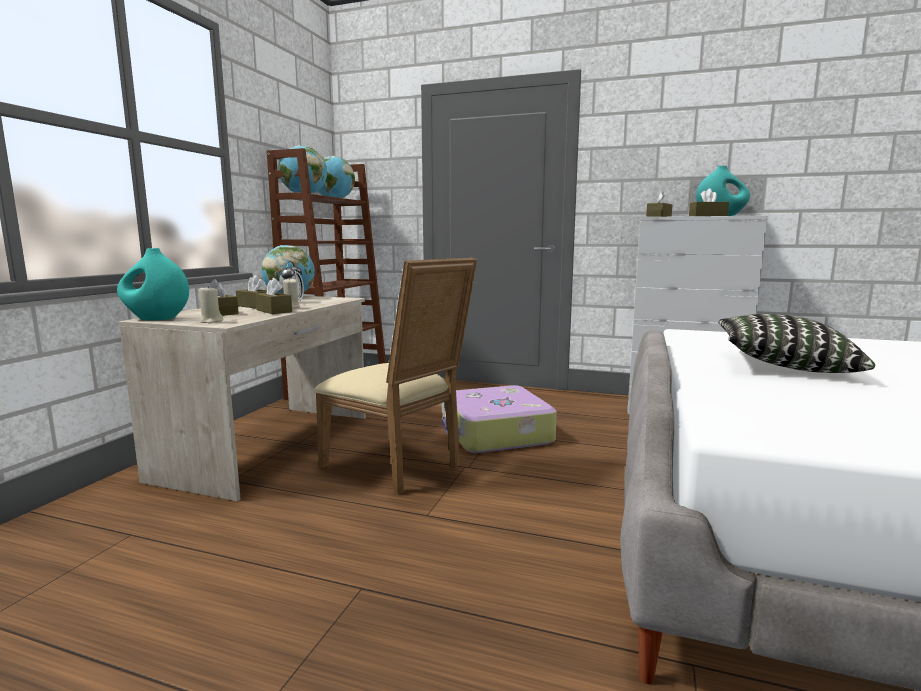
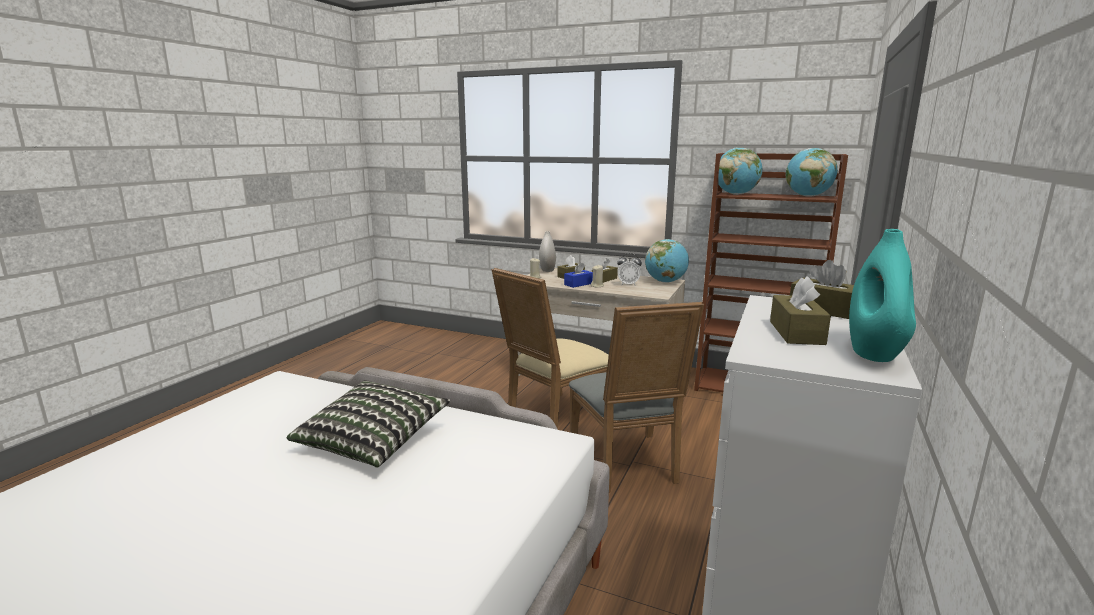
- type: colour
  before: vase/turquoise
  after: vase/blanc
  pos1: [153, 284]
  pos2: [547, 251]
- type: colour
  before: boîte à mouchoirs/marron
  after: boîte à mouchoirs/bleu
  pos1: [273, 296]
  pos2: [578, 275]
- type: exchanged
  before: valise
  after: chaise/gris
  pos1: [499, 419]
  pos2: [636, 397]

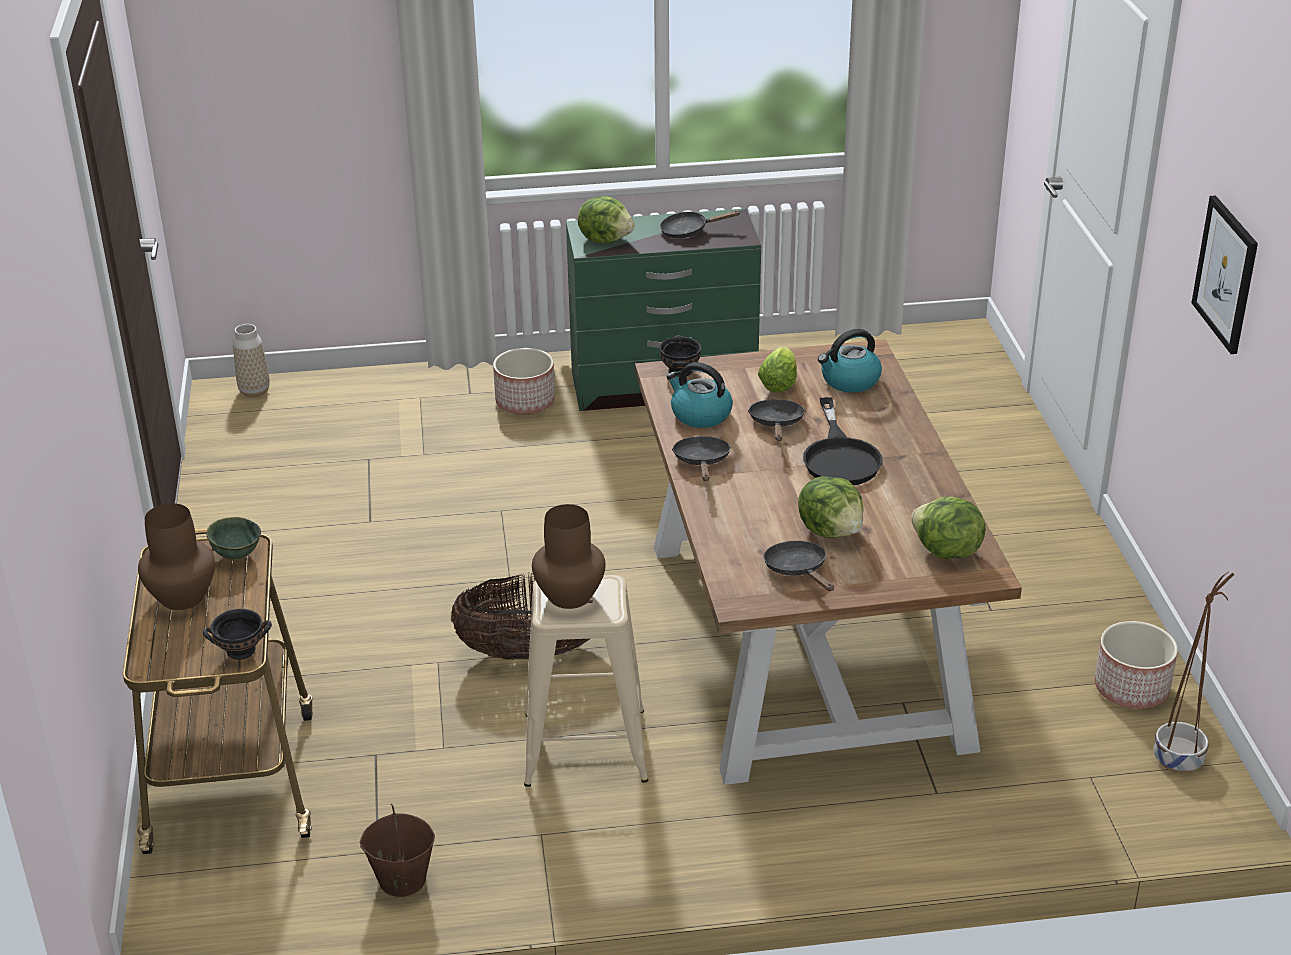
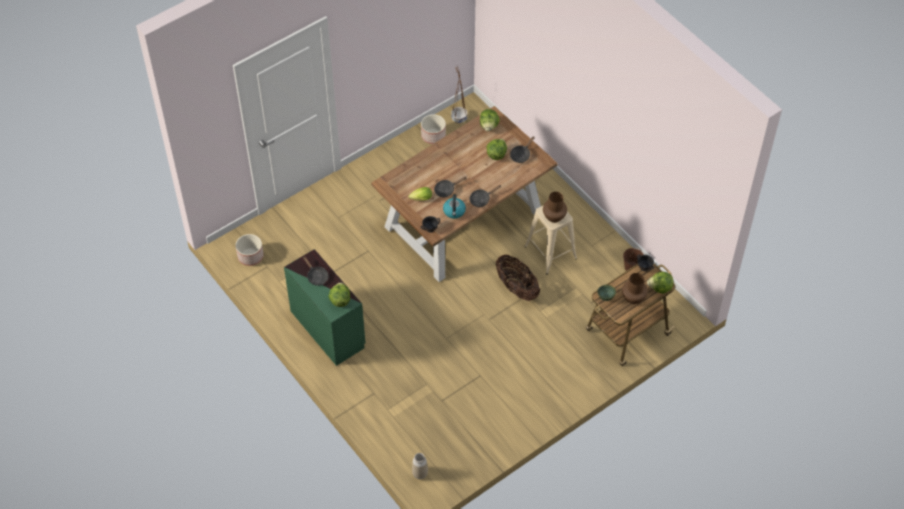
- type: relocated
  before: cache-pot
  pos1: [524, 381]
  pos2: [250, 250]
- type: missing
  before: poêle/noir
  pos1: [843, 441]
- type: missing
  before: bouilloire
  pos1: [850, 361]
- type: missing
  before: tableau
  pos1: [1224, 274]
- type: appeared
  after: laitue
  pos2: [660, 283]

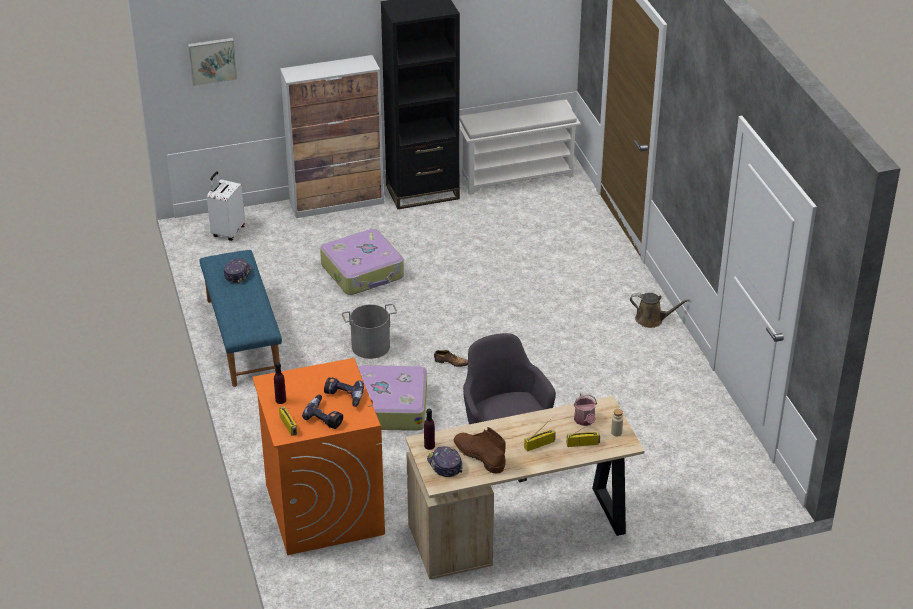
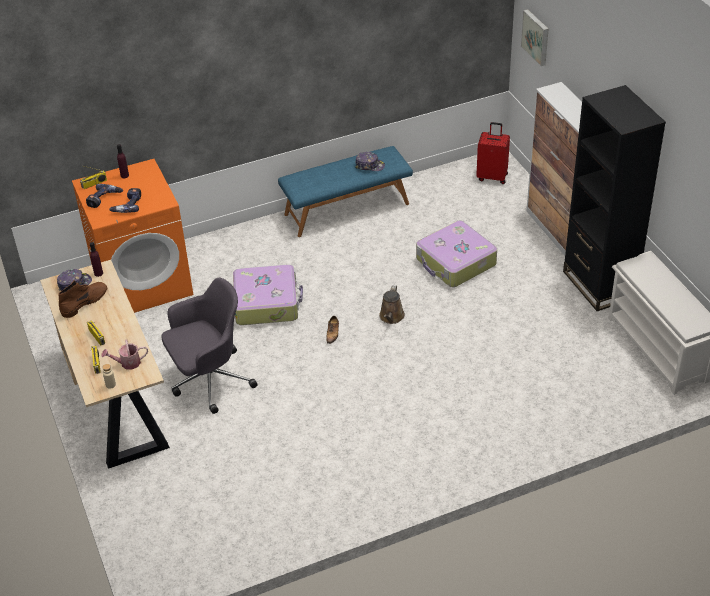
- type: colour
  before: valise/blanc
  after: valise/rouge
  pos1: [226, 206]
  pos2: [493, 153]
- type: missing
  before: seau/gris
  pos1: [369, 331]
- type: relocated
  before: arrosoir/marron
  pos1: [660, 310]
  pos2: [392, 304]

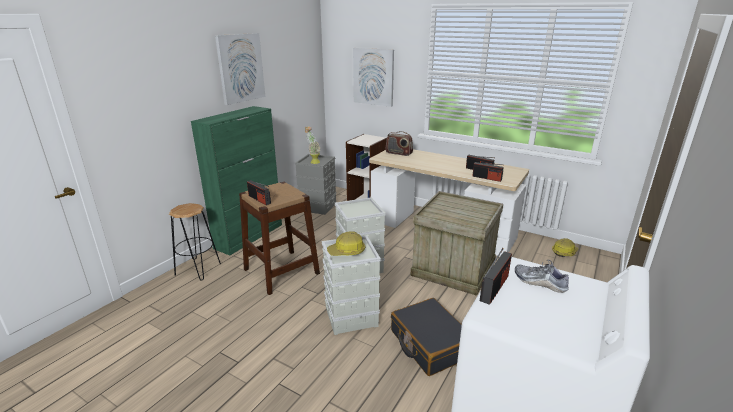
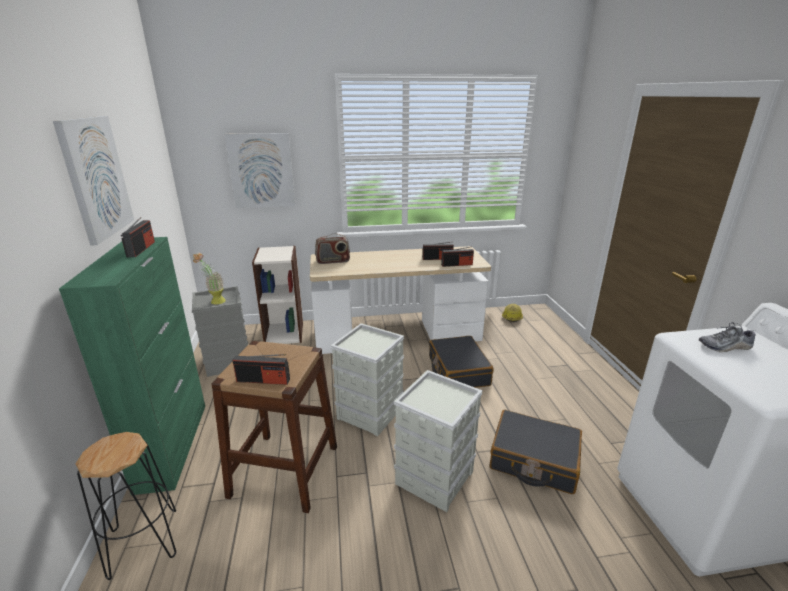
- type: missing
  before: casque de chantier
  pos1: [346, 243]
- type: exchanged
  before: caisse
  after: valise/noir
  pos1: [456, 243]
  pos2: [461, 362]
- type: relocated
  before: radio
  pos1: [496, 276]
  pos2: [138, 237]

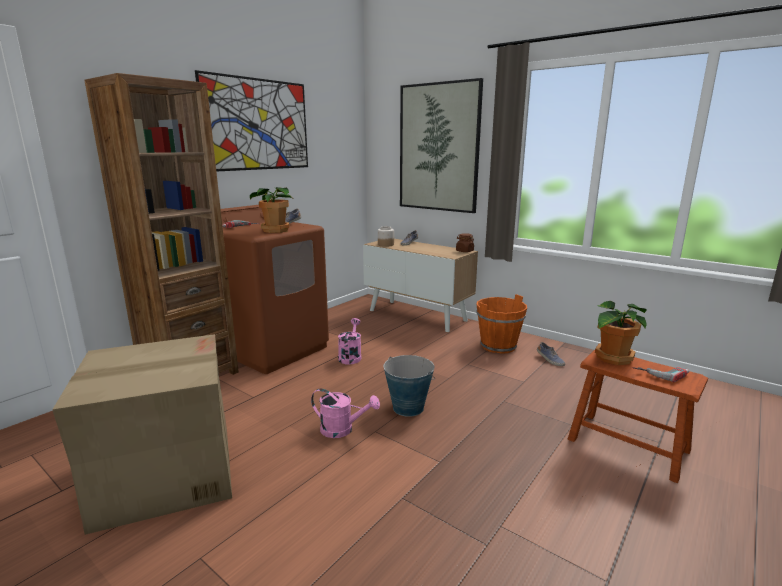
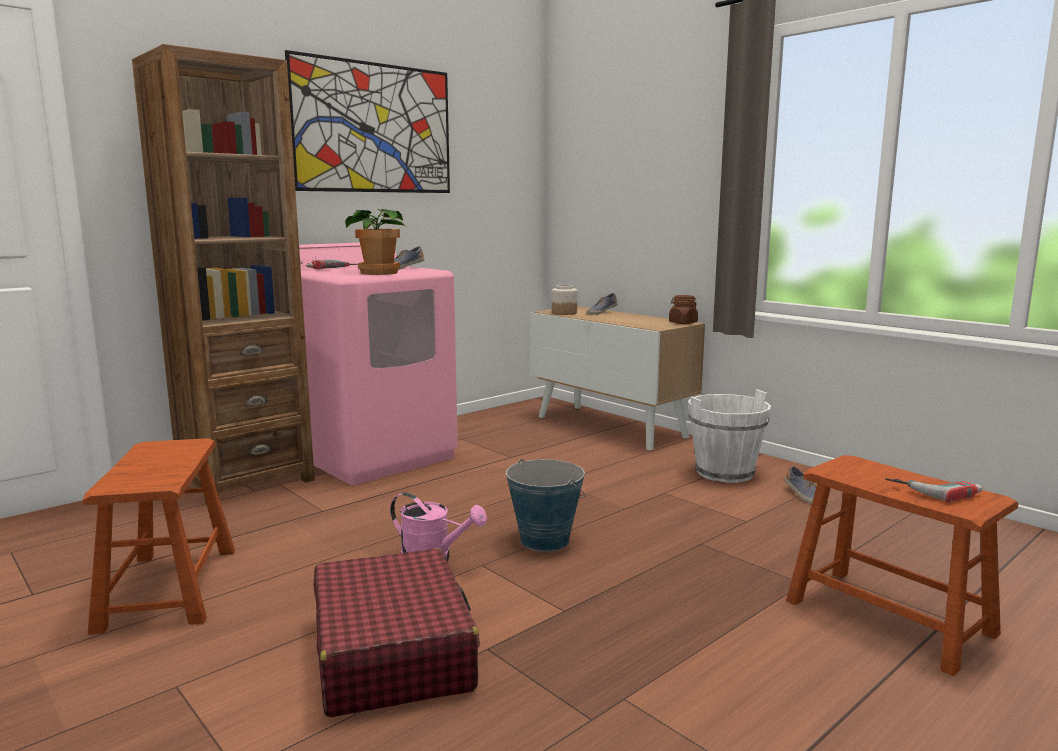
- type: exchanged
  before: carton
  after: tabouret/marron
  pos1: [142, 434]
  pos2: [158, 536]
- type: colour
  before: lave-linge/marron
  after: lave-linge/rose
  pos1: [275, 289]
  pos2: [378, 364]
- type: missing
  before: arrosoir/rose
  pos1: [349, 341]
- type: missing
  before: tableau
  pos1: [441, 145]
- type: colour
  before: seau/orange
  after: seau/blanc
  pos1: [501, 324]
  pos2: [729, 436]
- type: missing
  before: plante en pot
  pos1: [621, 333]
- type: appeared
  after: valise/rouge
  pos2: [396, 632]

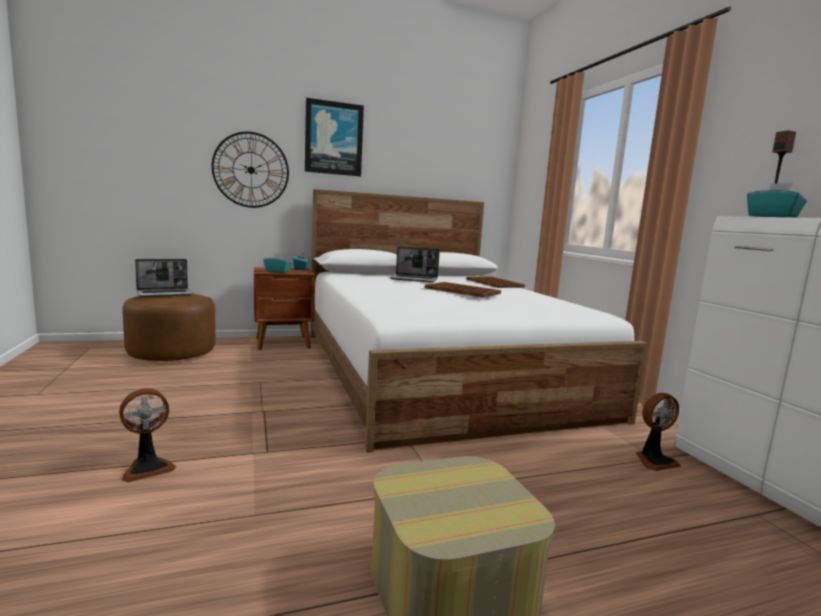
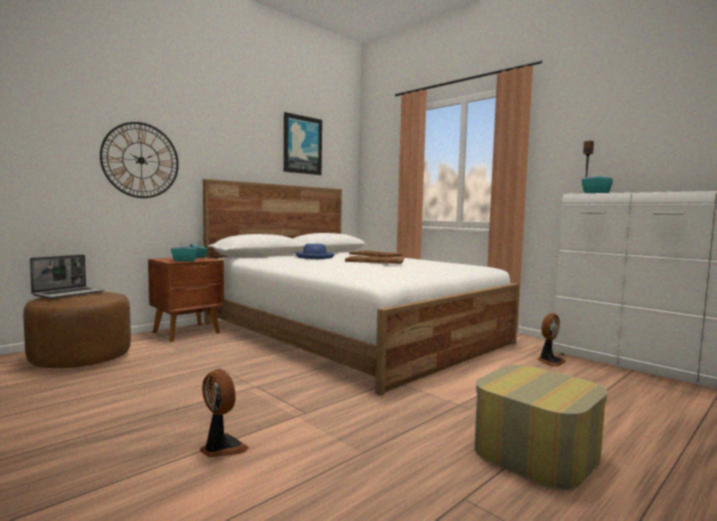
- type: spun
  before: ventilateur
  pos1: [147, 435]
  pos2: [224, 413]
  turn: -75
- type: relocated
  before: tableau
  pos1: [334, 137]
  pos2: [303, 143]
- type: exchanged
  before: ordinateur portable
  after: chapeau/bleu
  pos1: [415, 264]
  pos2: [315, 251]

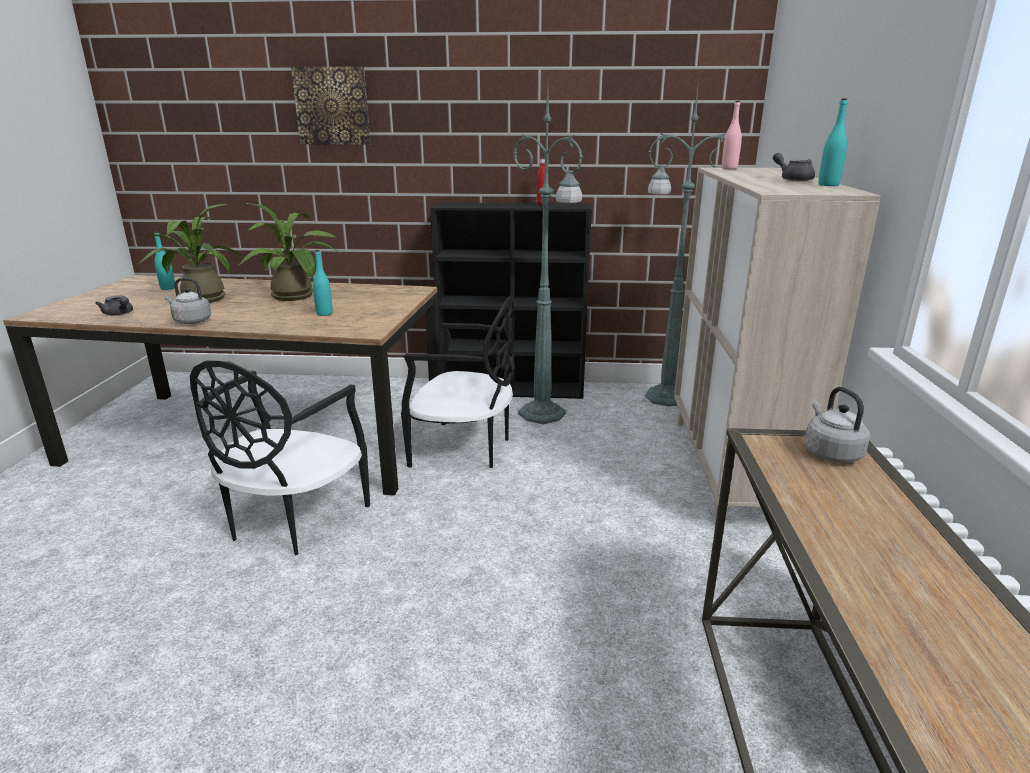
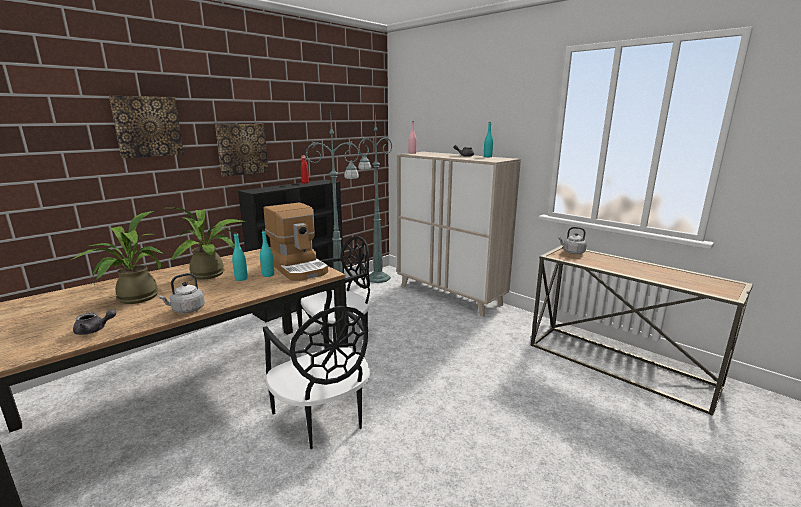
- type: relocated
  before: bouteille/turquoise
  pos1: [164, 261]
  pos2: [240, 257]
- type: appeared
  after: tableau
  pos2: [242, 150]
- type: appeared
  after: machine à café
  pos2: [296, 242]

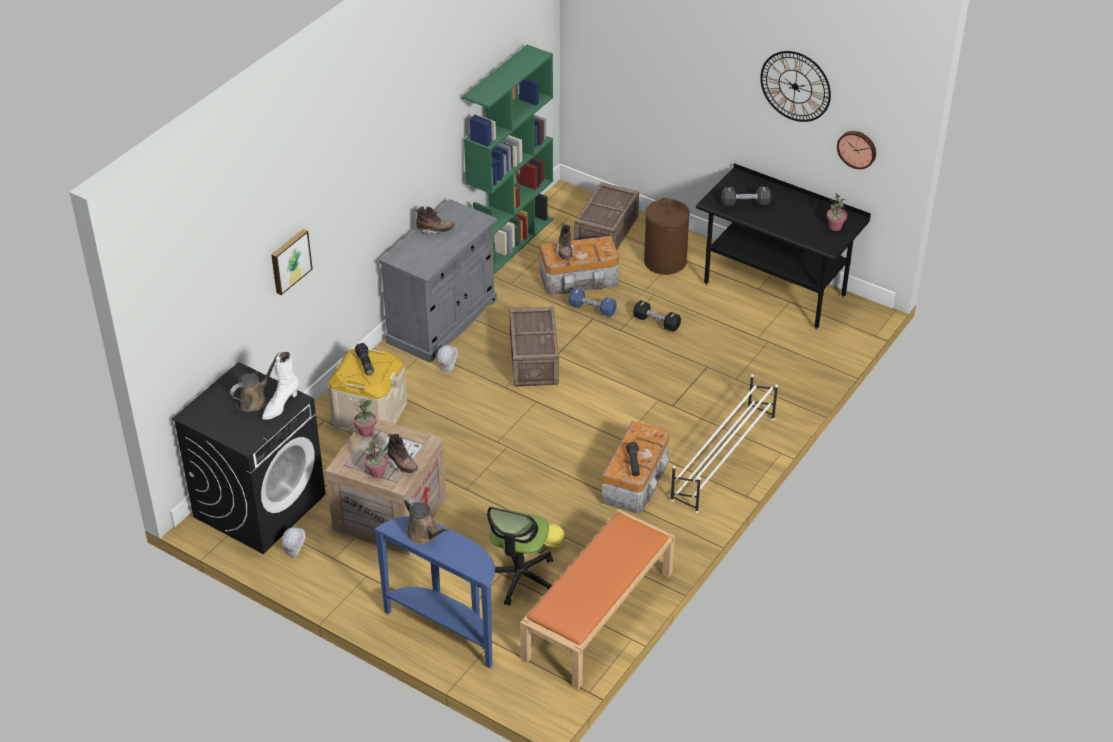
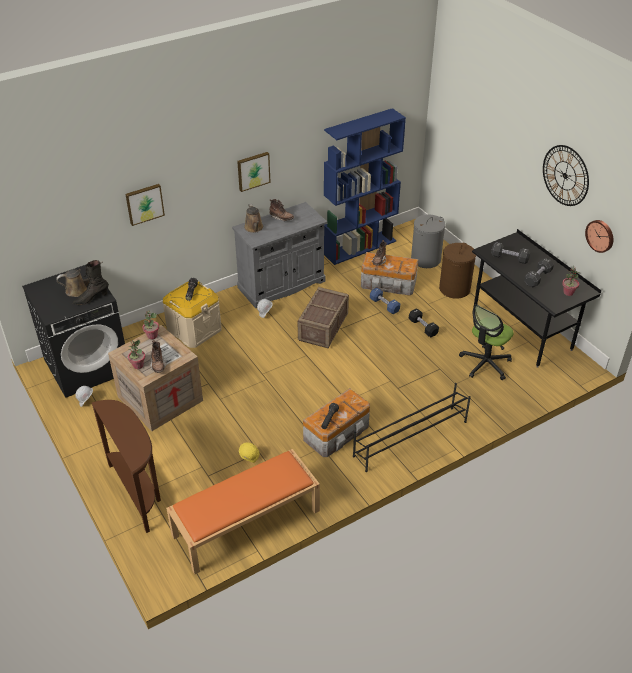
- type: colour
  before: botte/blanc
  after: botte/noir
  pos1: [280, 385]
  pos2: [91, 282]
- type: colour
  before: table console/bleu
  after: table console/marron
  pos1: [434, 592]
  pos2: [126, 466]
- type: relocated
  before: arrosoir/marron
  pos1: [426, 520]
  pos2: [254, 218]
- type: colour
  before: bibliothèque/vert
  after: bibliothèque/bleu
  pos1: [507, 159]
  pos2: [365, 186]
- type: relocated
  before: chaise de bureau
  pos1: [520, 556]
  pos2: [486, 342]
- type: exchanged
  before: caisse
  after: panier à linge/gris
  pos1: [606, 216]
  pos2: [428, 241]
- type: colour
  before: étagère à chaussures/blanc
  after: étagère à chaussures/noir
  pos1: [724, 443]
  pos2: [412, 427]
- type: appeared
  after: tableau
  pos2: [254, 172]
- type: appeared
  after: haltère/noir
  pos2: [539, 272]

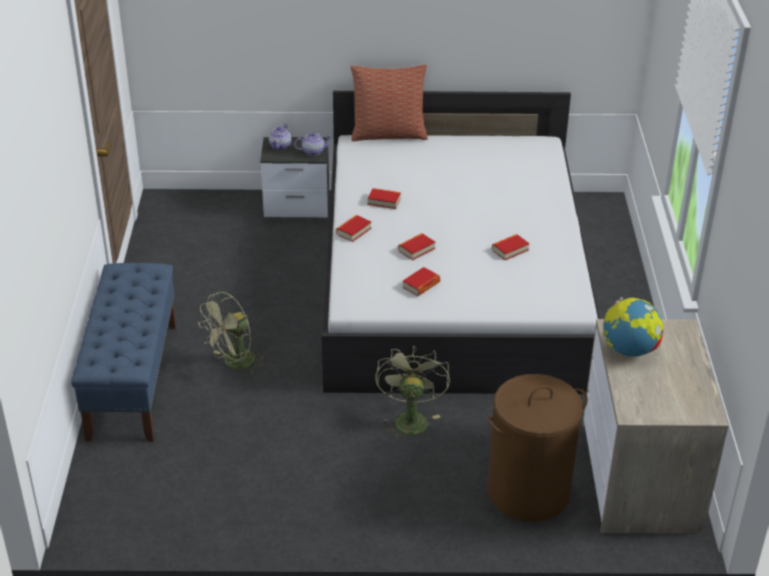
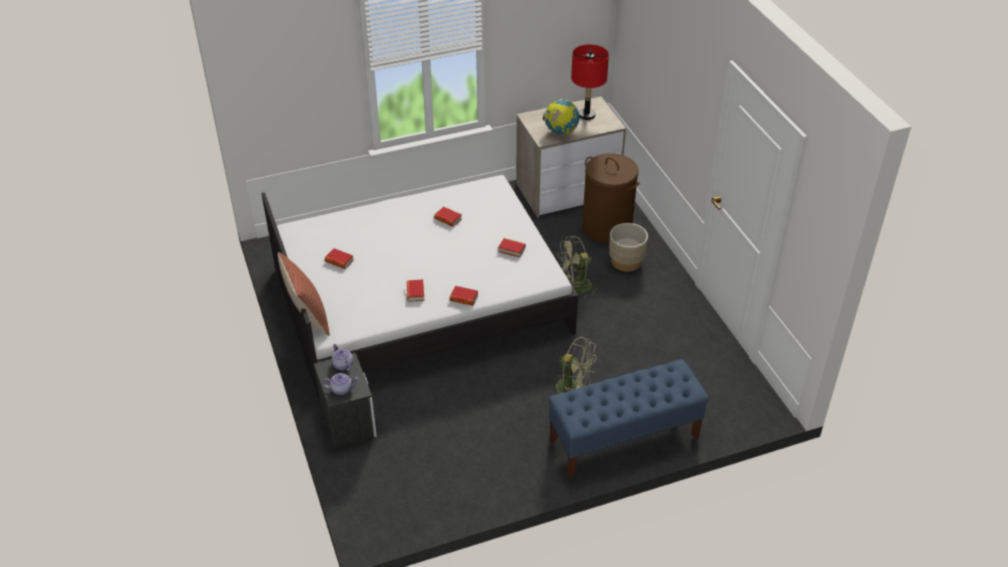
- type: relocated
  before: livre
  pos1: [416, 246]
  pos2: [339, 258]
- type: appeared
  after: lampe de table/rouge
  pos2: [590, 82]
- type: appeared
  after: cache-pot/beige
  pos2: [628, 247]

